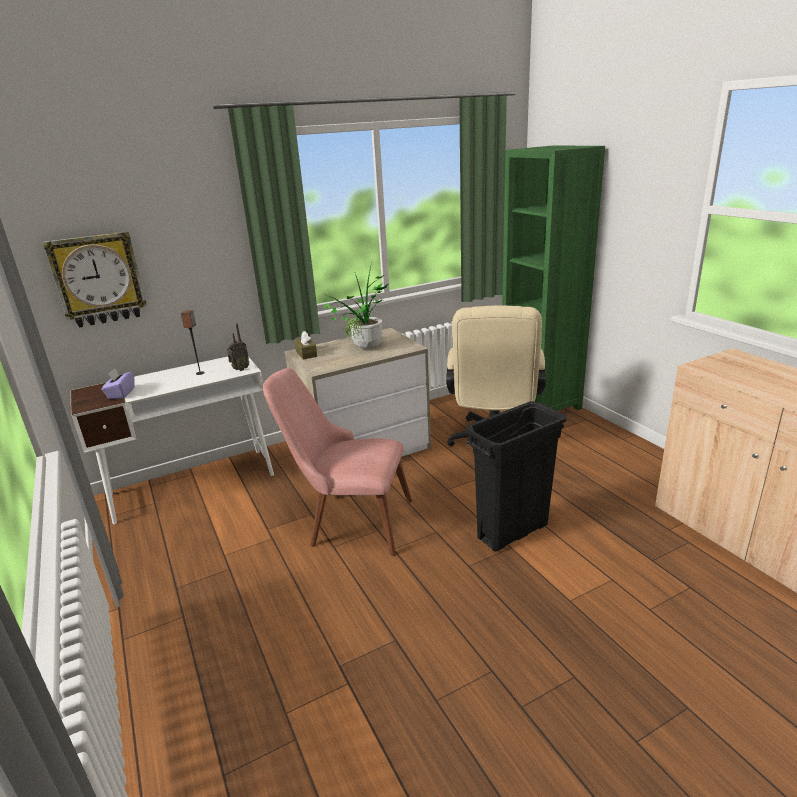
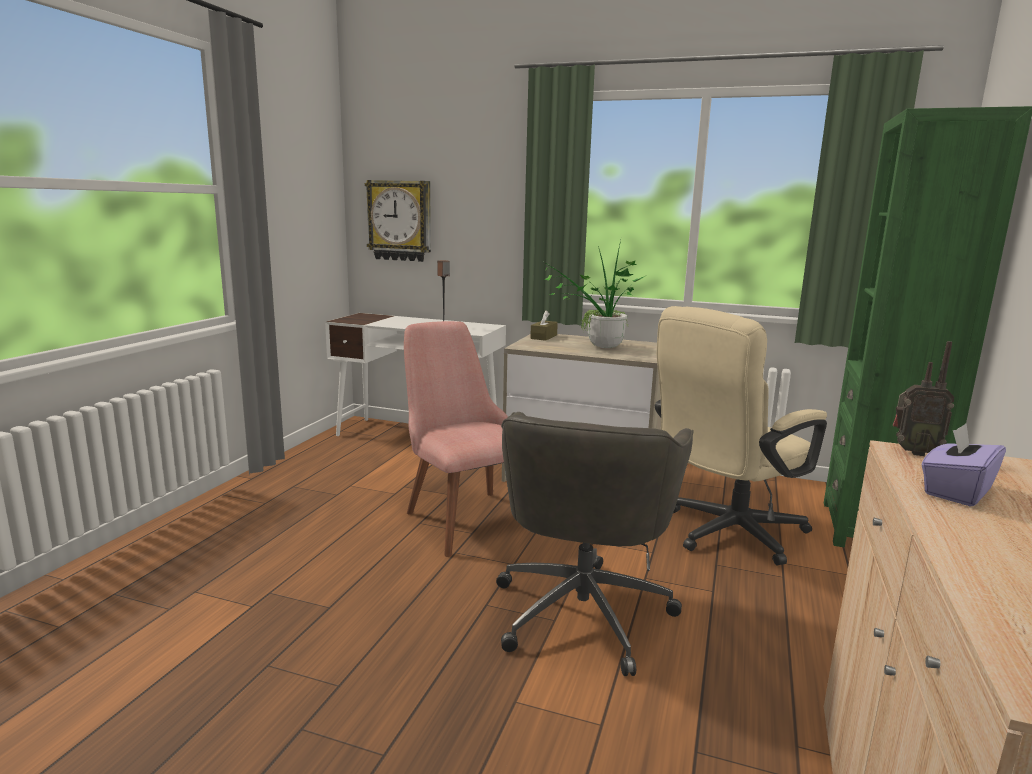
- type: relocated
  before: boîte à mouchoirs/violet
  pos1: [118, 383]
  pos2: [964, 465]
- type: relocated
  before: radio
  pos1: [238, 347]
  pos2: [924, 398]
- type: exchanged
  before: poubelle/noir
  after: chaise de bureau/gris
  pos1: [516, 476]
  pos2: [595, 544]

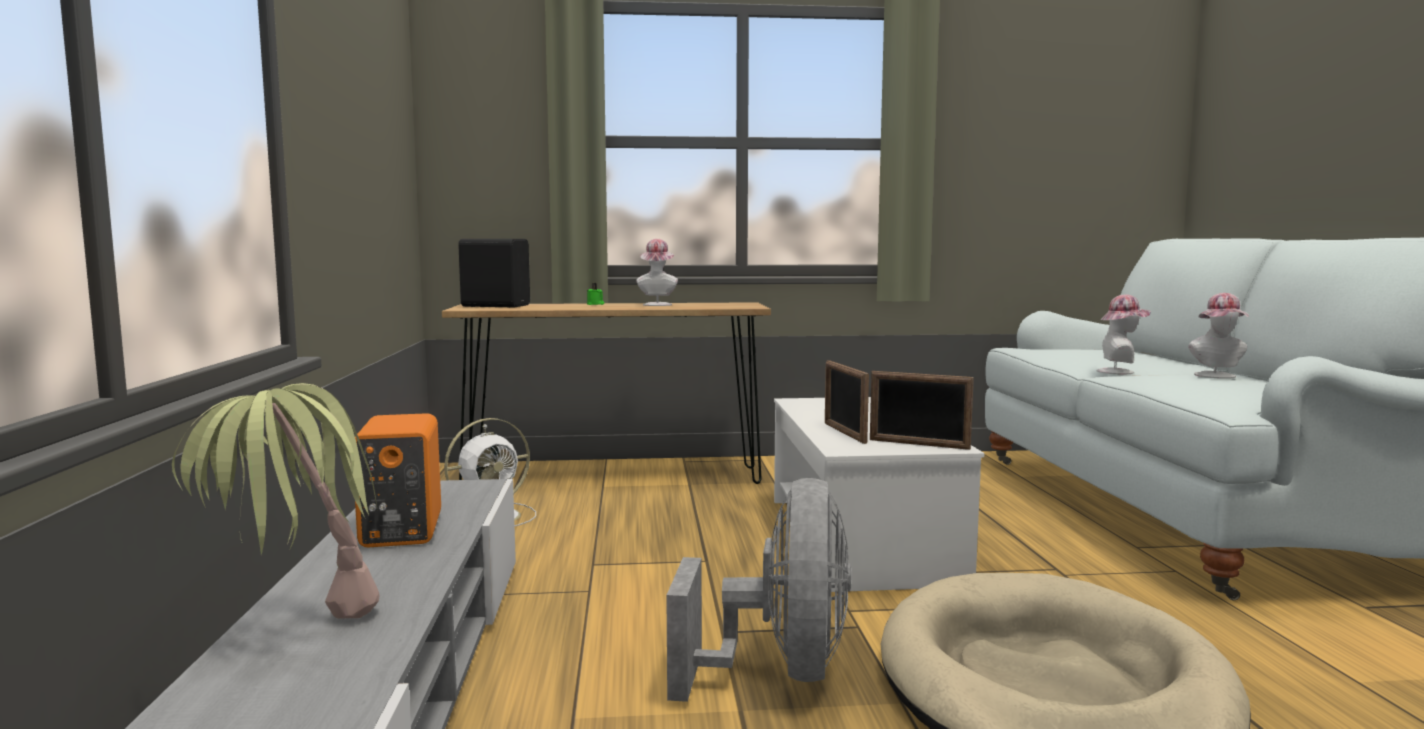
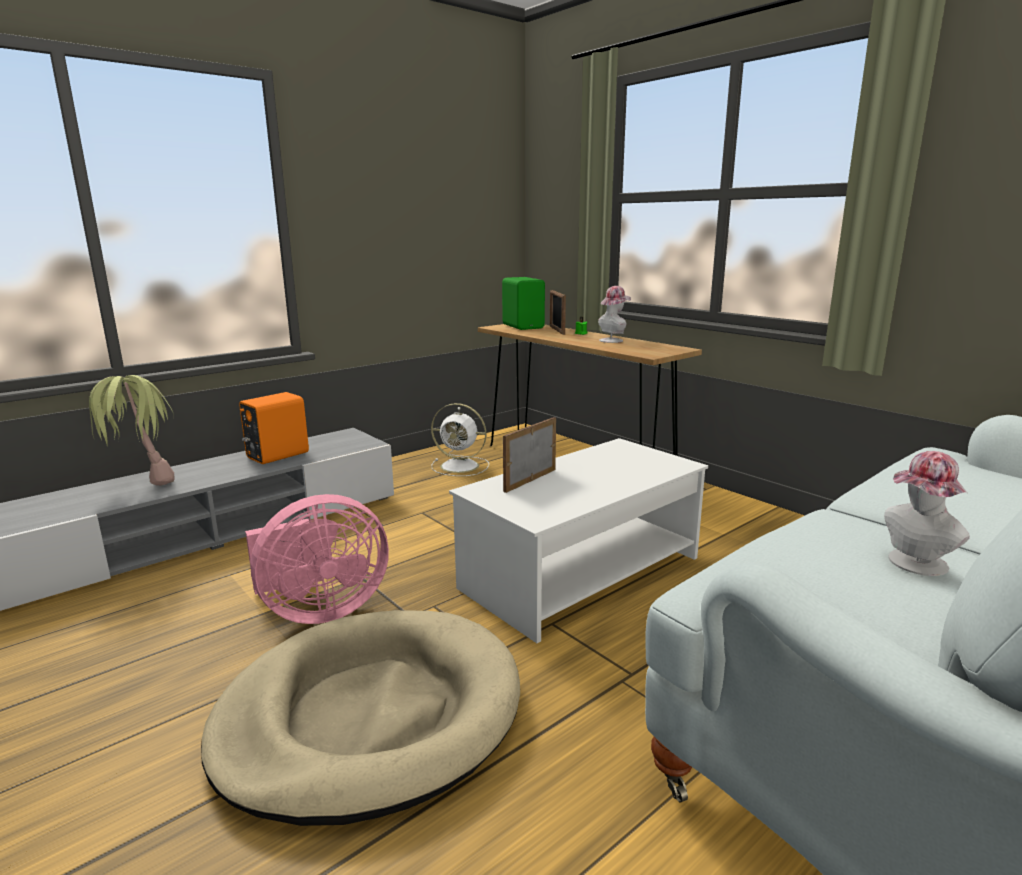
- type: colour
  before: enceinte/noir
  after: enceinte/vert
  pos1: [494, 273]
  pos2: [523, 303]
- type: colour
  before: ventilateur/gris
  after: ventilateur/rose
  pos1: [758, 590]
  pos2: [317, 559]
- type: relocated
  before: cadre photo
  pos1: [922, 410]
  pos2: [558, 312]
- type: missing
  before: chapeau
  pos1: [1123, 334]

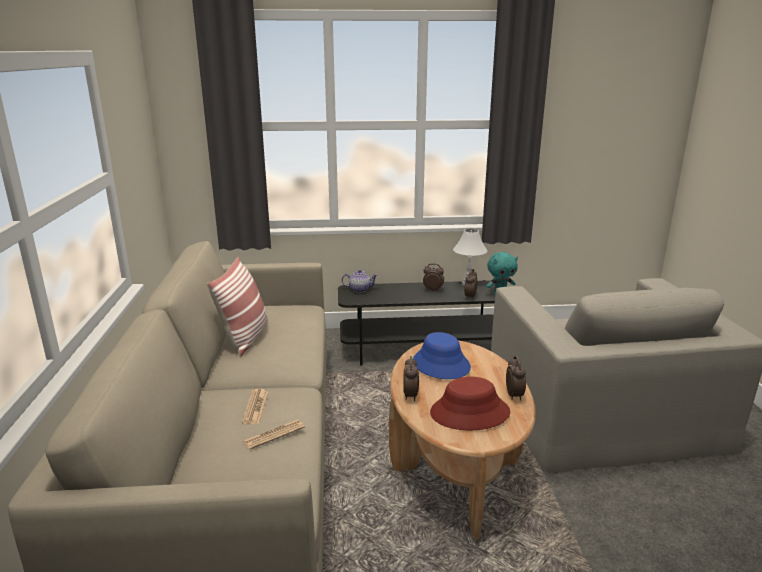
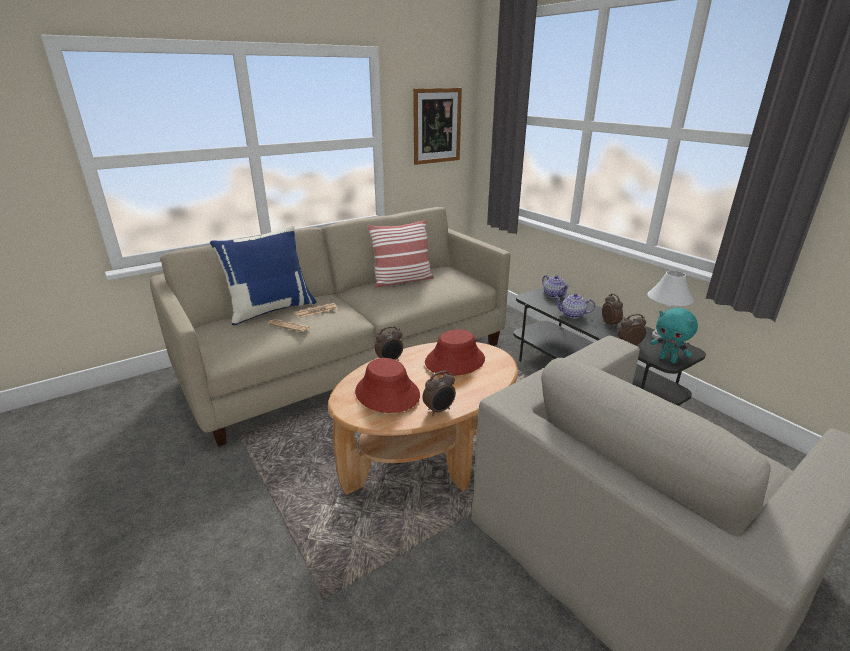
- type: colour
  before: chapeau/bleu
  after: chapeau/rouge
  pos1: [442, 355]
  pos2: [455, 352]
- type: appeared
  after: coussin/bleu
  pos2: [263, 275]
- type: appeared
  after: tableau
  pos2: [437, 126]
- type: appeared
  after: théière
  pos2: [575, 305]

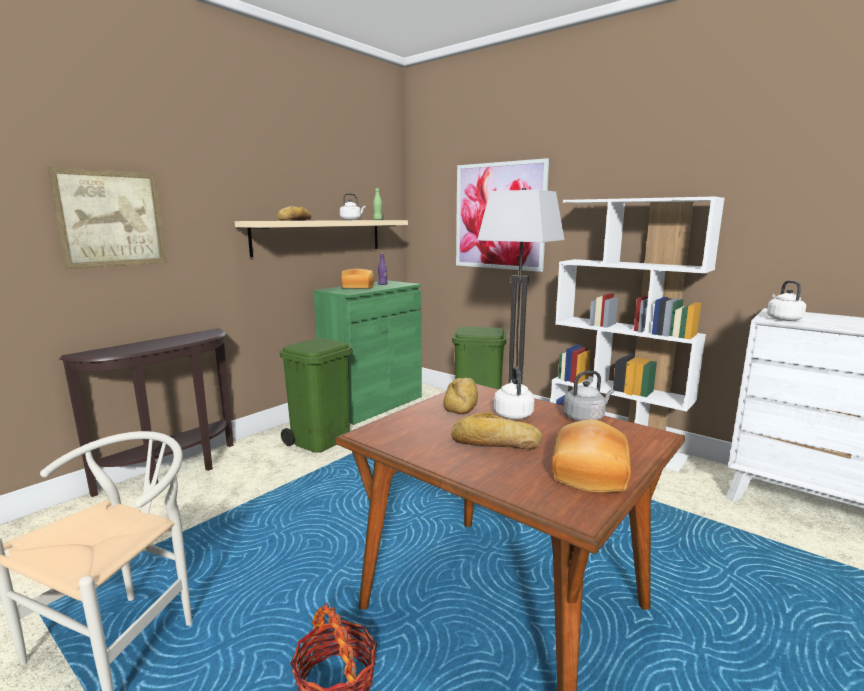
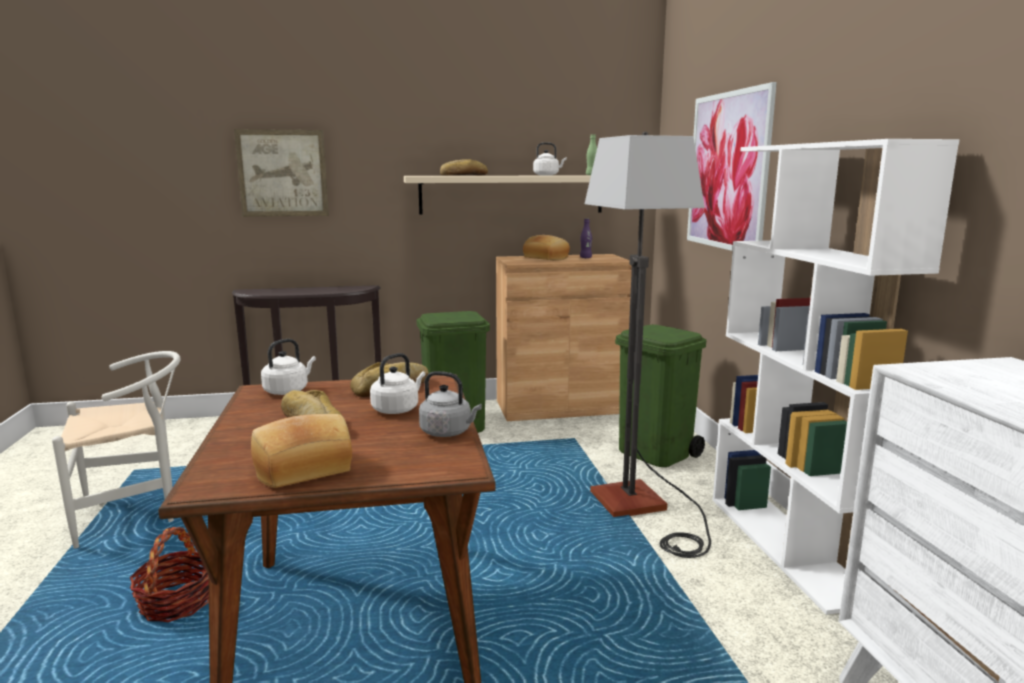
- type: colour
  before: meuble de rangement/vert
  after: meuble de rangement/marron
  pos1: [368, 352]
  pos2: [564, 337]
- type: relocated
  before: bouilloire/blanc
  pos1: [786, 300]
  pos2: [288, 367]

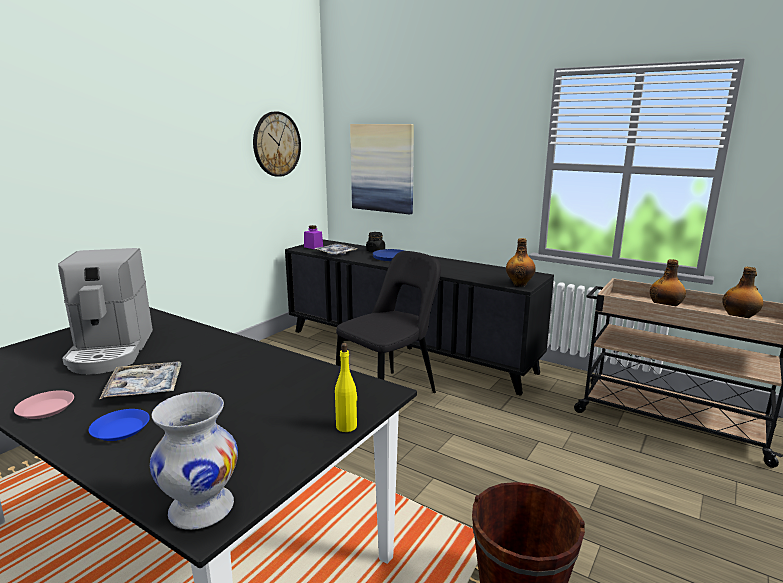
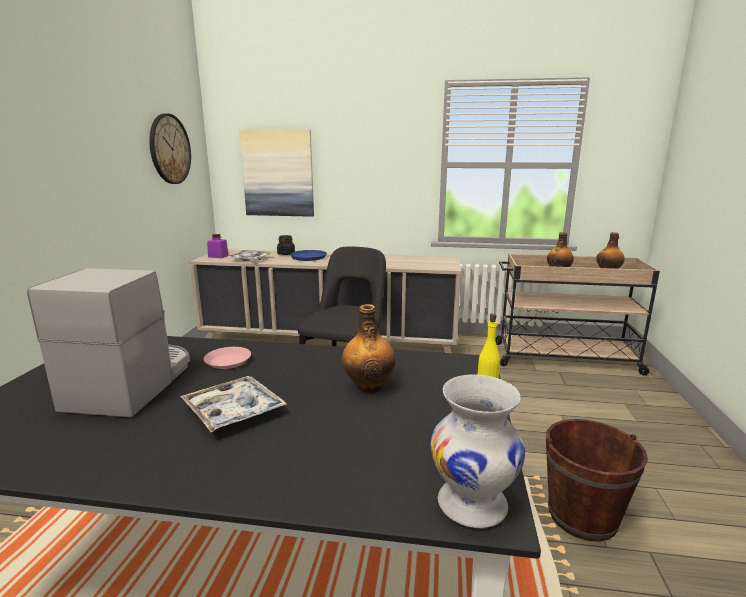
- type: relocated
  before: assiette/rose
  pos1: [44, 404]
  pos2: [227, 358]
- type: spun
  before: machine à café
  pos1: [105, 311]
  pos2: [108, 343]
  turn: -135
- type: missing
  before: assiette/bleu
  pos1: [119, 425]
- type: colour
  before: meuble de rangement/noir
  after: meuble de rangement/beige
  pos1: [419, 317]
  pos2: [325, 301]
- type: relocated
  before: bouteille
  pos1: [521, 262]
  pos2: [369, 348]

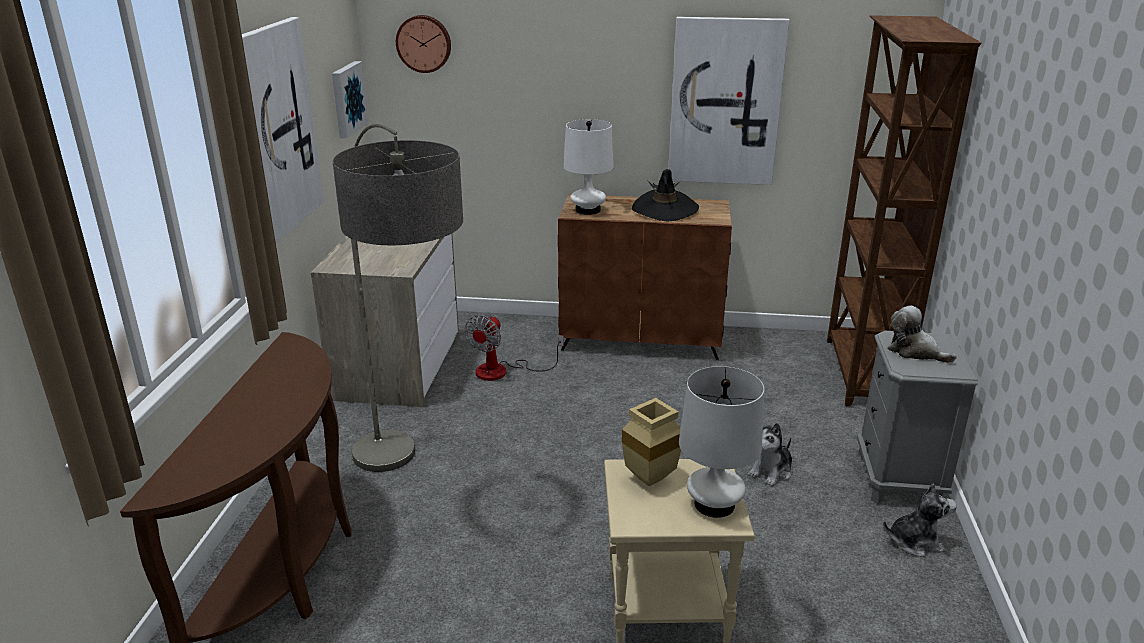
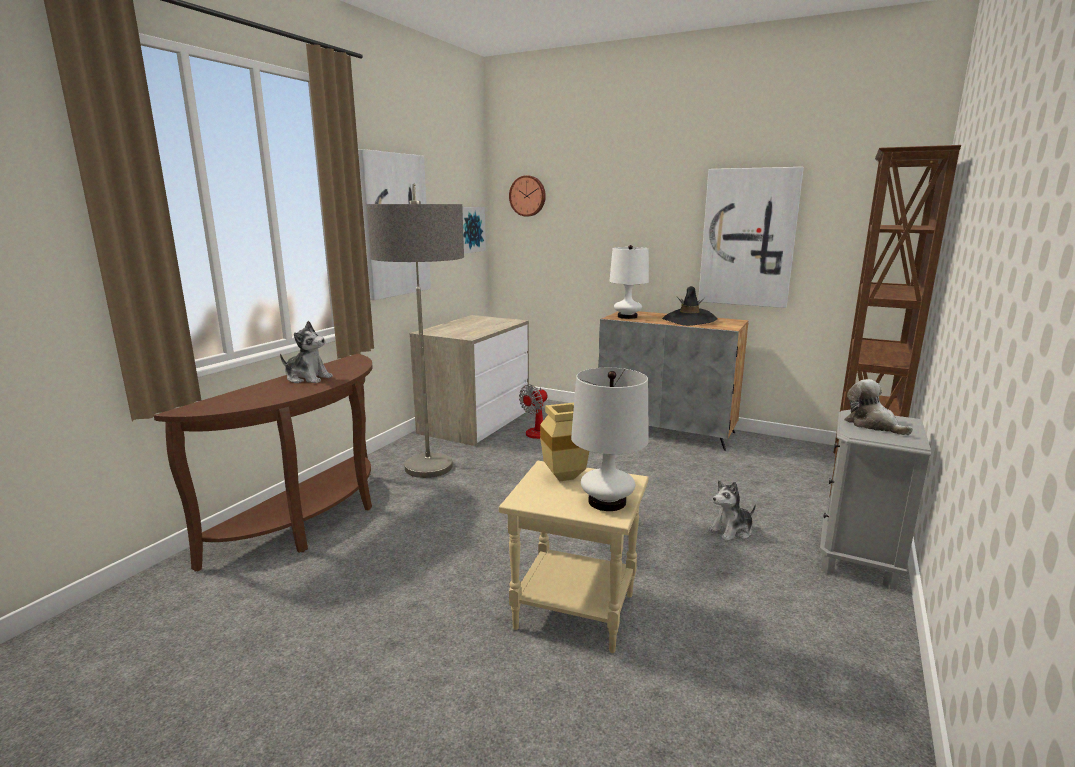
- type: colour
  before: meuble de rangement/marron
  after: meuble de rangement/gris
  pos1: [645, 277]
  pos2: [673, 381]
- type: relocated
  before: peluche
  pos1: [920, 520]
  pos2: [306, 352]

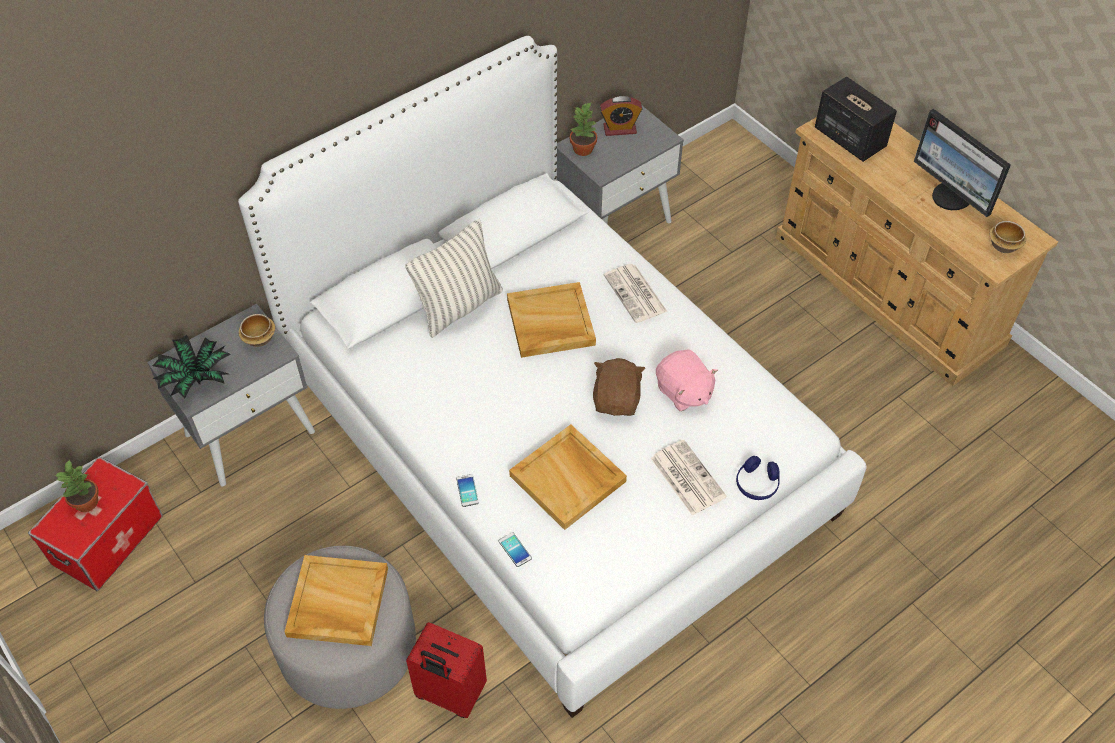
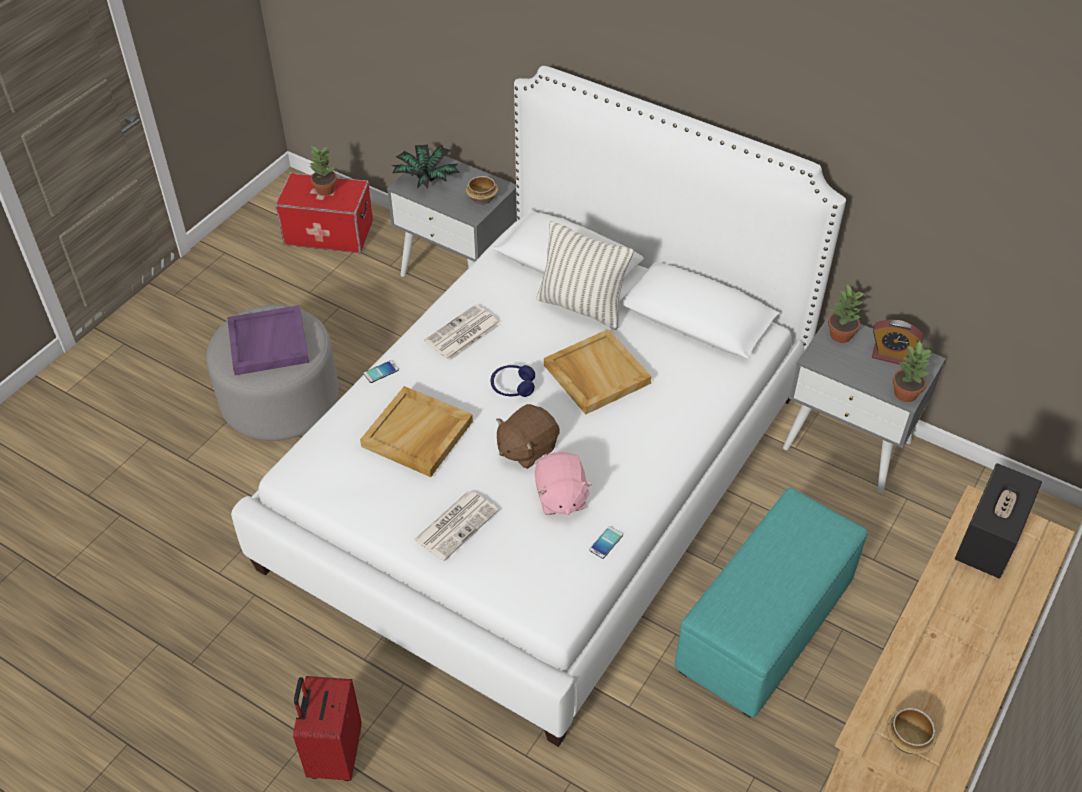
- type: colour
  before: plateau/beige
  after: plateau/violet
  pos1: [336, 600]
  pos2: [268, 340]
- type: relocated
  before: valise/rouge
  pos1: [446, 670]
  pos2: [327, 728]
- type: relocated
  before: téléphone
  pos1: [515, 549]
  pos2: [606, 542]
- type: spun
  before: peluche/marron
  pos1: [619, 387]
  pos2: [528, 436]
  turn: 150
- type: spun
  before: réveil
  pos1: [621, 116]
  pos2: [897, 342]
  turn: -45
- type: relocated
  before: journal
  pos1: [635, 293]
  pos2: [462, 332]
- type: spun
  before: peluche/rose
  pos1: [687, 380]
  pos2: [564, 483]
  turn: -45
- type: relocated
  before: casque audio/bleu
  pos1: [758, 478]
  pos2: [513, 381]
- type: missing
  before: écran d'ordinateur
  pos1: [962, 163]
- type: appeared
  after: pouf/turquoise
  pos2: [771, 602]
- type: appeared
  after: plante en pot
  pos2: [912, 371]

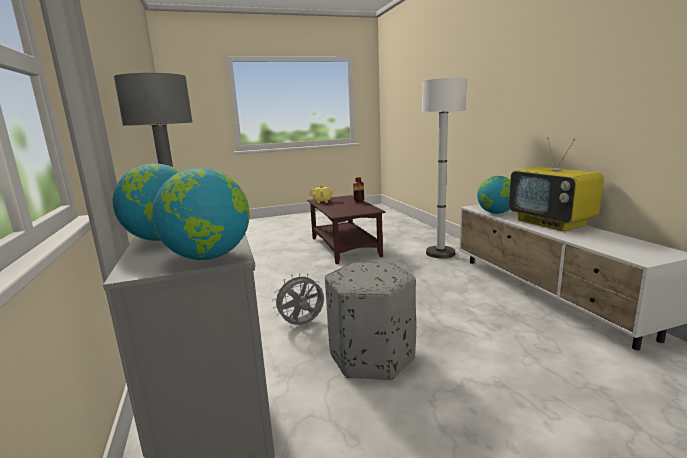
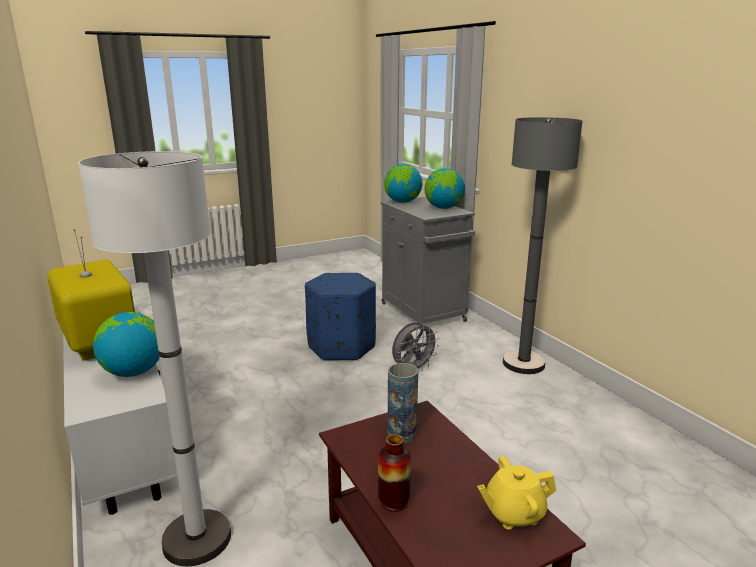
- type: colour
  before: pouf/gris
  after: pouf/bleu
  pos1: [370, 321]
  pos2: [340, 317]
- type: appeared
  after: vase
  pos2: [402, 403]

